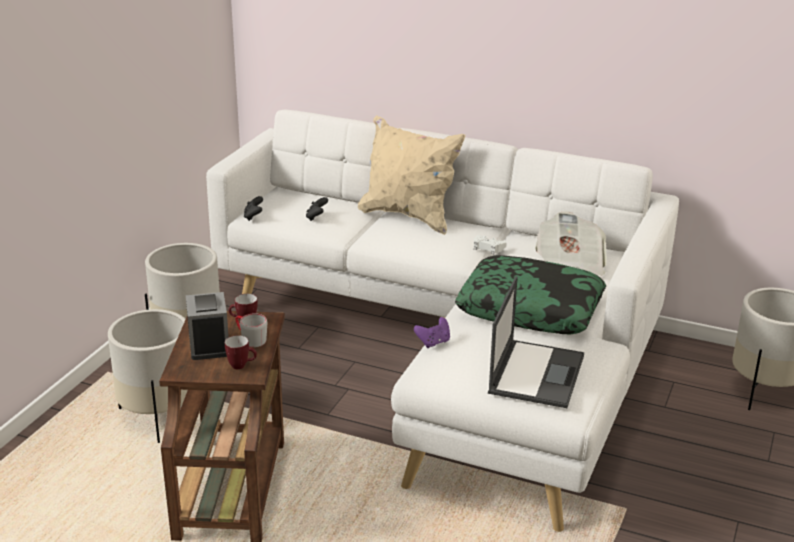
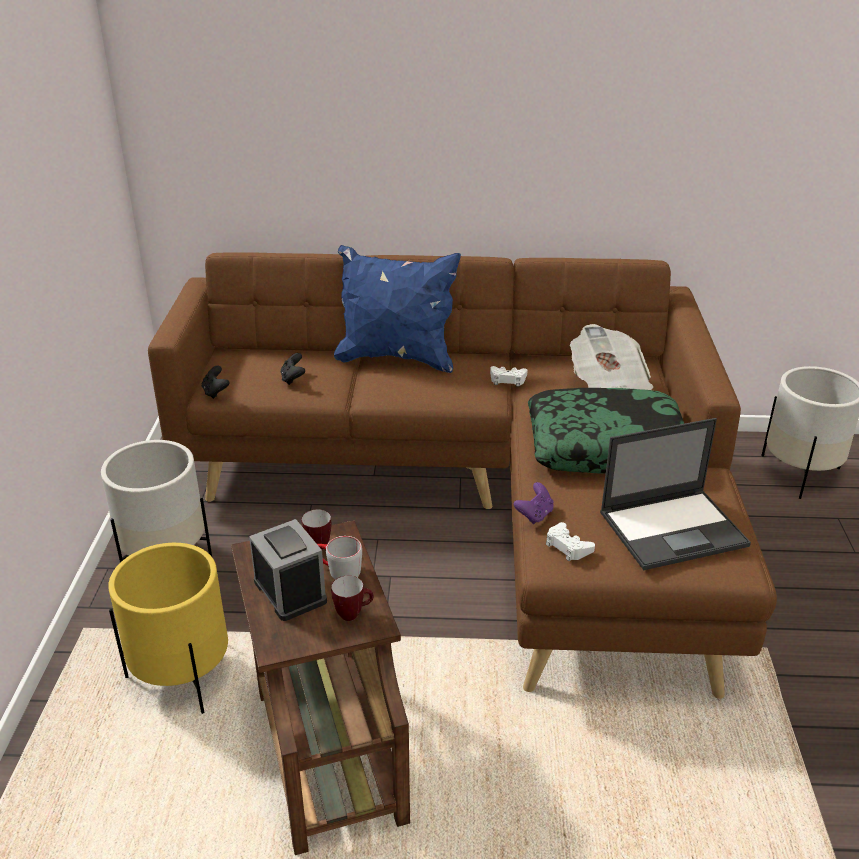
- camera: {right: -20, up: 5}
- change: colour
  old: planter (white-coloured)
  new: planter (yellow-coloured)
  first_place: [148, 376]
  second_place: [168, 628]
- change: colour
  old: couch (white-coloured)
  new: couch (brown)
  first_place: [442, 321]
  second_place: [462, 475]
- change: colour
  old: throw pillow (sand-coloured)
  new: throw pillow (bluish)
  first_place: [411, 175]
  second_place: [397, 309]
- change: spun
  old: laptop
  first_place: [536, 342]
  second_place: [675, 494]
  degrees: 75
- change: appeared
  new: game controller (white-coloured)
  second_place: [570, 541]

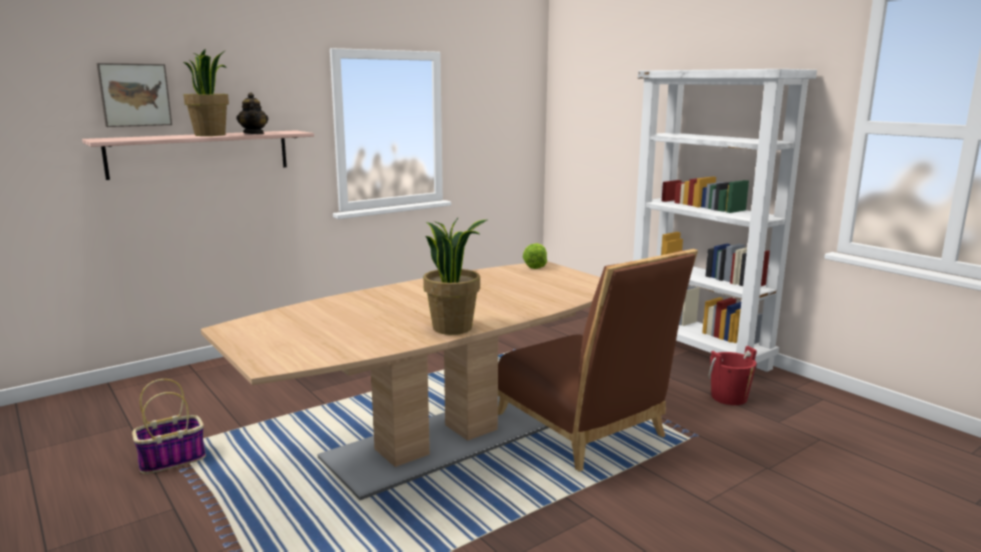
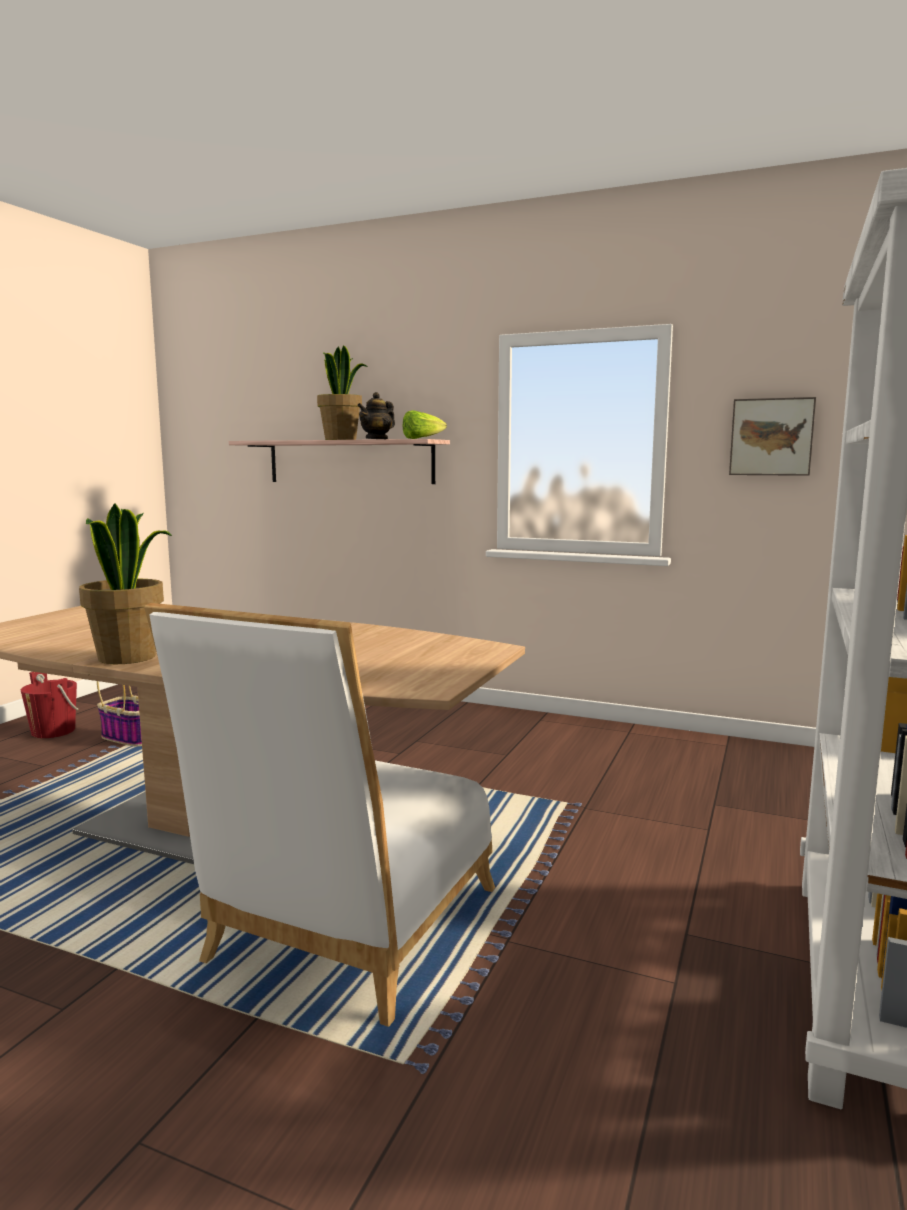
- camera: {right: 60, up: -5}
- change: relocated
  old: wall picture
  first_place: [134, 95]
  second_place: [772, 436]
- change: colour
  old: chair (brown)
  new: chair (white-coloured)
  first_place: [598, 360]
  second_place: [319, 815]
- change: relocated
  old: lettuce head
  first_place: [535, 256]
  second_place: [425, 424]
- change: relocated
  old: pail (reddish)
  first_place: [732, 375]
  second_place: [49, 705]

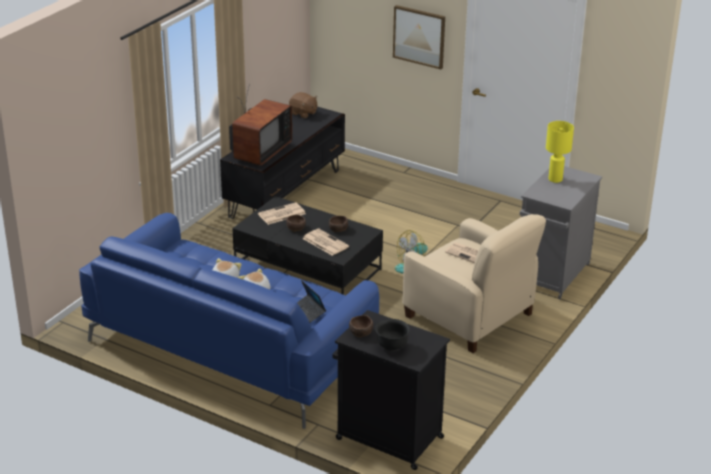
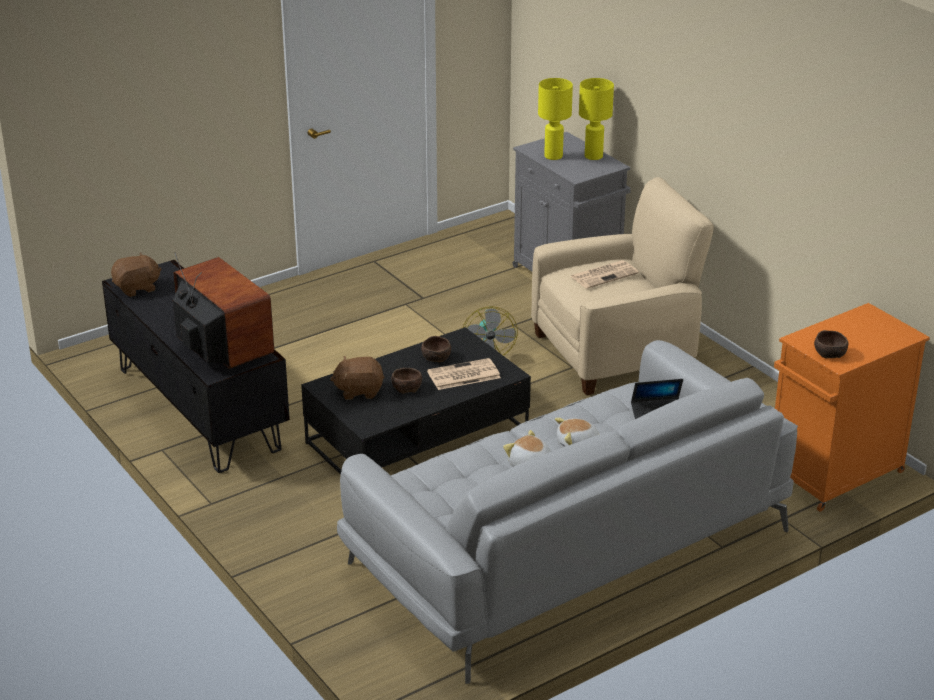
- camera: {right: -65, up: 0}
- change: colour
  old: couch (bluish)
  new: couch (gray)
  first_place: [229, 321]
  second_place: [567, 512]
- change: exchanged
  old: daily paper
  new: plush toy (brown)
  first_place: [282, 213]
  second_place: [357, 378]
- change: colour
  old: cupboard (black)
  new: cupboard (orange)
  first_place: [391, 390]
  second_place: [852, 407]
- change: missing
  old: serving bowl (black)
  first_place: [392, 335]
- change: missing
  old: wall picture
  first_place: [419, 37]
- change: appeared
  new: table lamp (yellow-coloured)
  second_place: [596, 119]

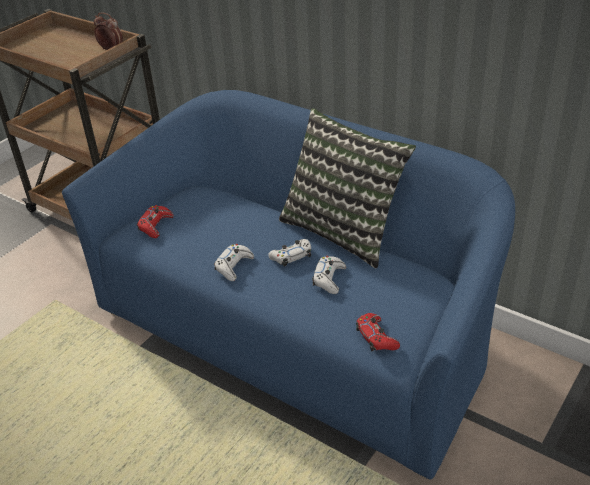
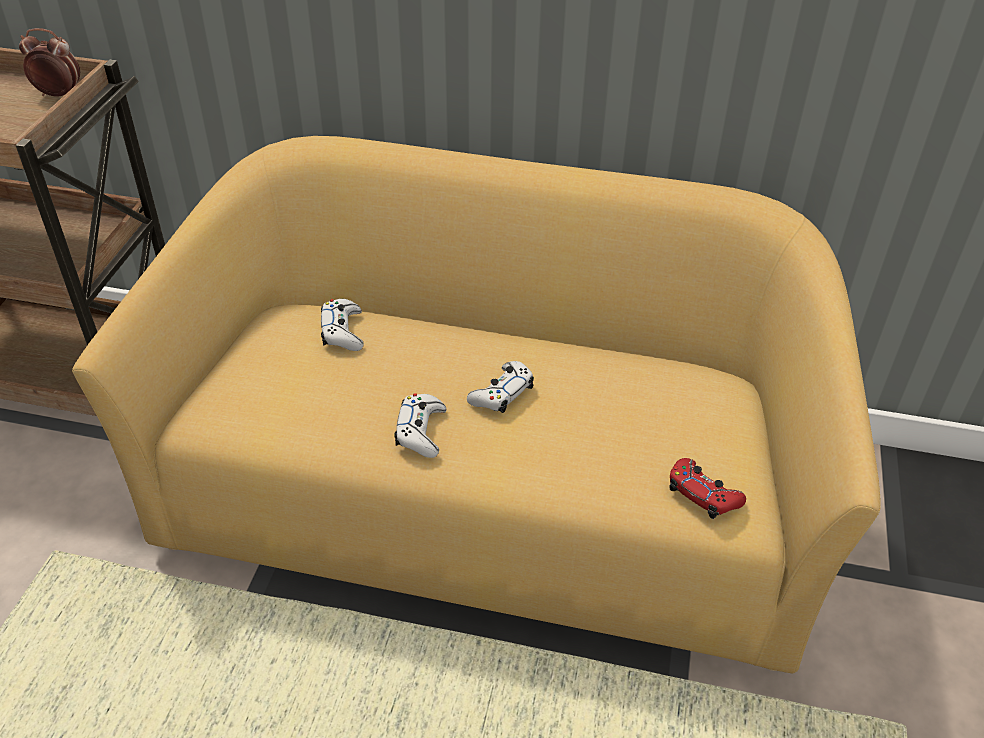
- camera: {right: -25, up: 5}
- change: colour
  old: couch (bluish)
  new: couch (yellow-coloured)
  first_place: [288, 284]
  second_place: [476, 405]
- change: missing
  old: game controller (reddish)
  first_place: [155, 221]
- change: missing
  old: throw pillow
  first_place: [347, 188]
- change: relocated
  old: game controller (white-coloured)
  first_place: [329, 275]
  second_place: [342, 325]

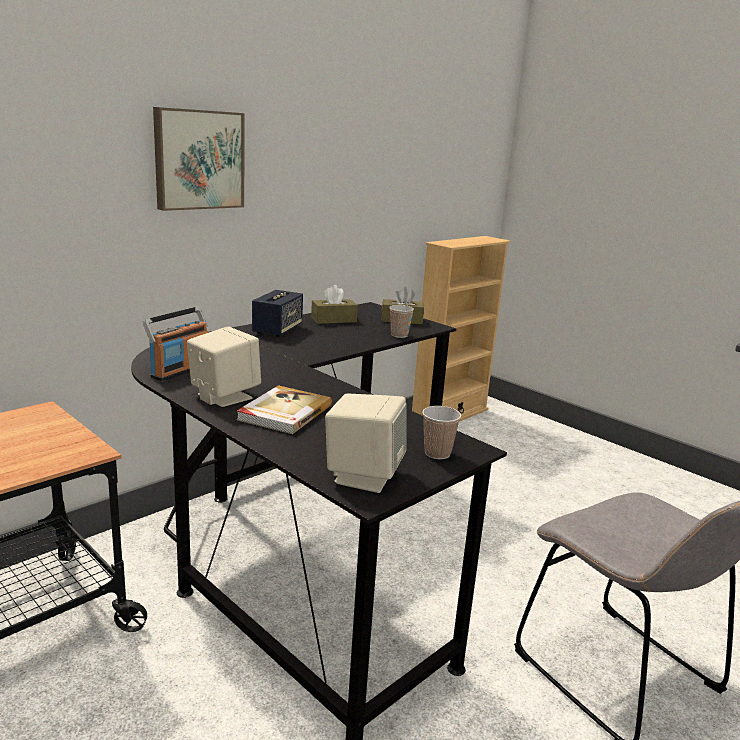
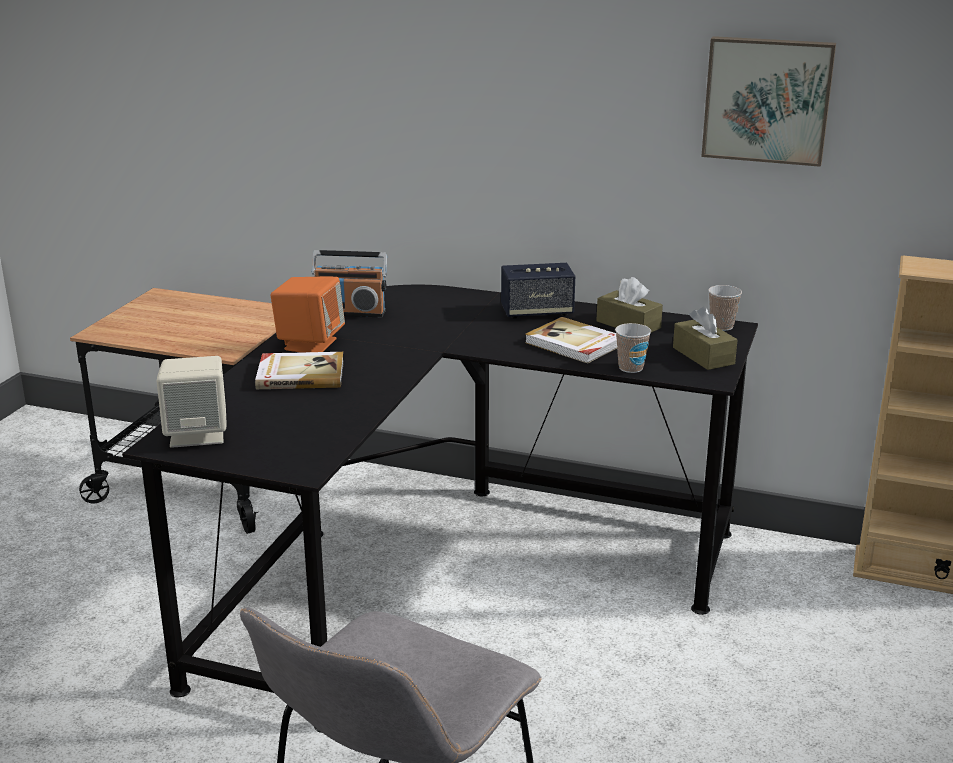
- camera: {right: 65, up: 5}
- change: relocated
  old: wall picture
  first_place: [198, 159]
  second_place: [768, 101]
- change: colour
  old: loudspeaker (sand-coloured)
  new: loudspeaker (orange)
  first_place: [224, 367]
  second_place: [307, 314]
- change: relocated
  old: cup
  first_place: [441, 432]
  second_place: [725, 308]
- change: appeared
  new: bound book
  second_place: [571, 340]

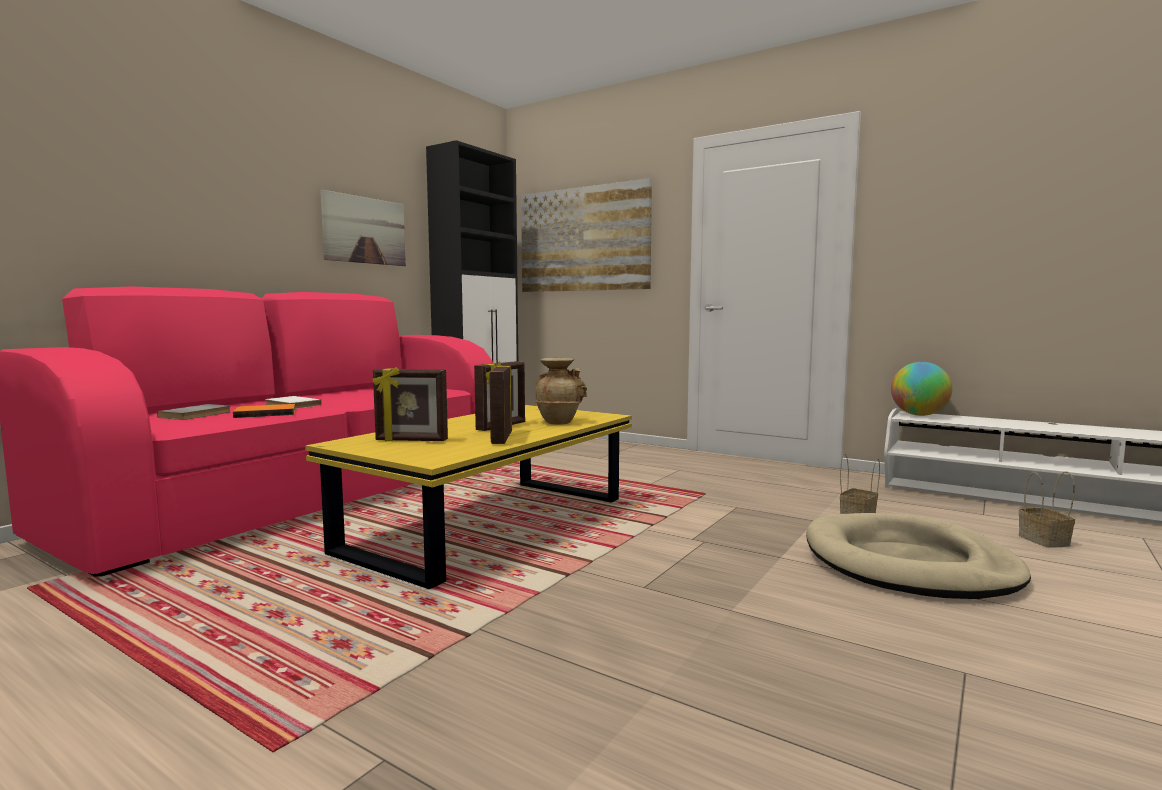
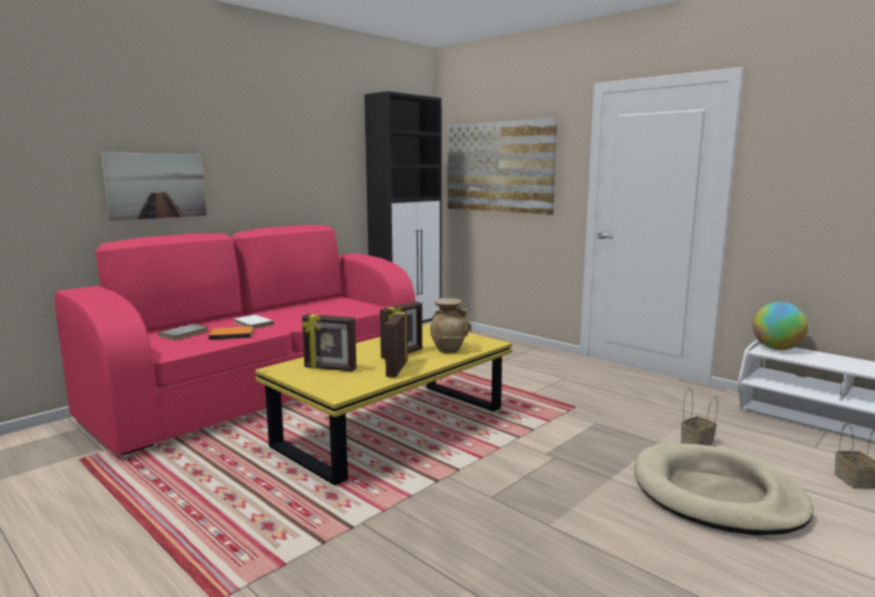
- camera: {right: 10, up: 5}
- change: relocated
  old: wall picture
  first_place: [363, 228]
  second_place: [154, 186]

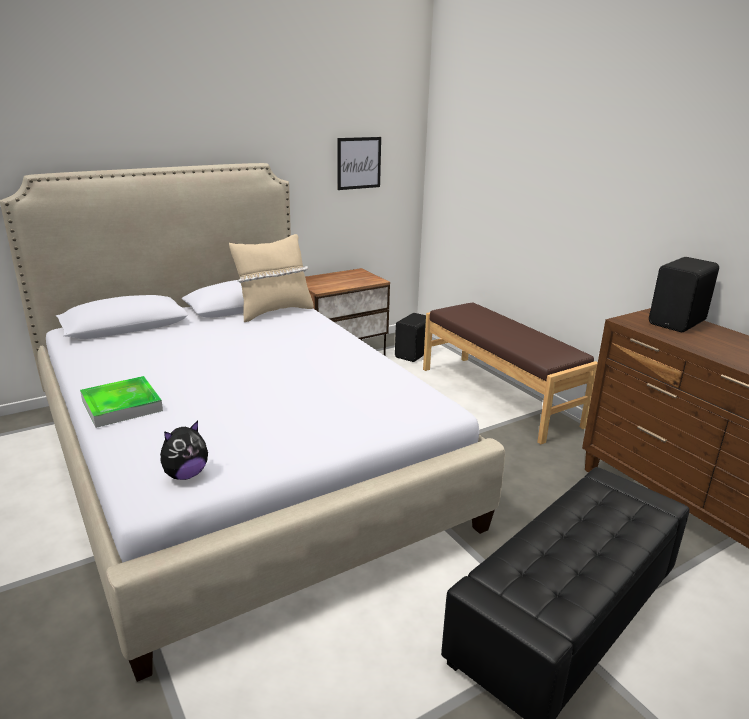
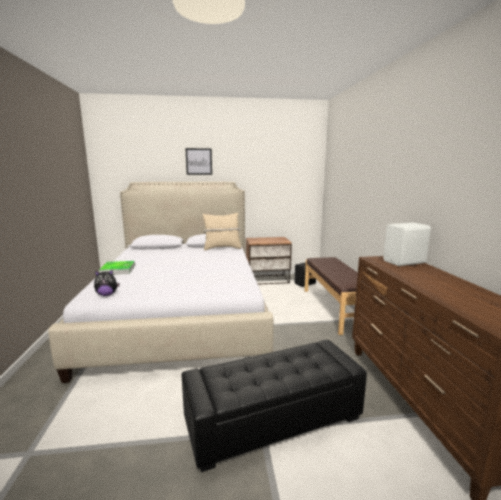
- camera: {right: 25, up: -10}
- change: relocated
  old: wall picture
  first_place: [359, 163]
  second_place: [198, 161]
- change: colour
  old: loudspeaker (black)
  new: loudspeaker (white-coloured)
  first_place: [684, 294]
  second_place: [407, 244]

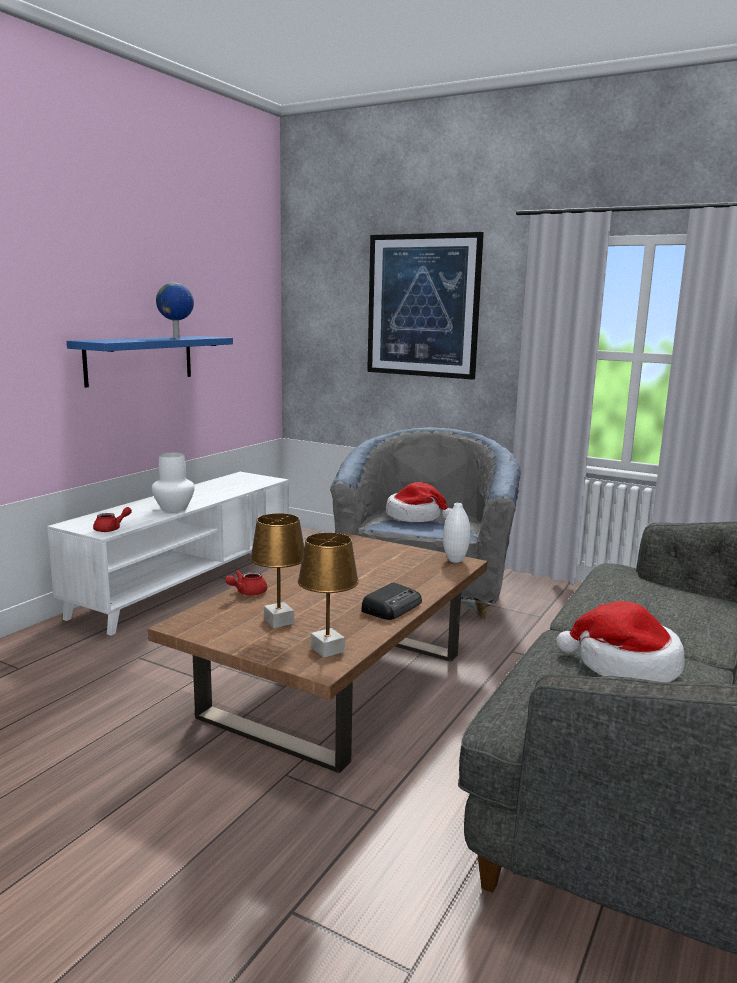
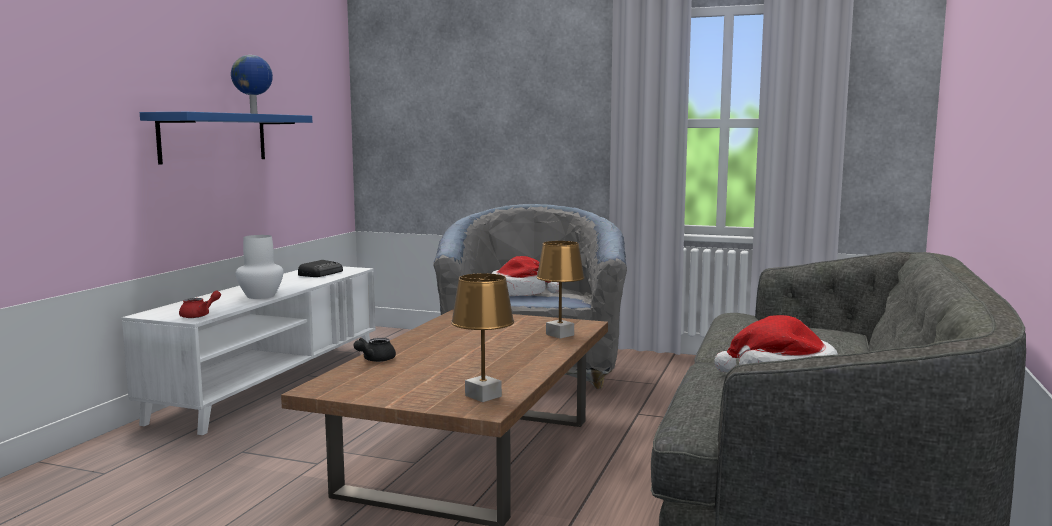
- camera: {right: -10, up: -5}
- change: colour
  old: pot for tea (reddish)
  new: pot for tea (black)
  first_place: [246, 582]
  second_place: [374, 350]
- change: relocated
  old: table lamp (brown)
  first_place: [277, 570]
  second_place: [560, 290]
- change: relocated
  old: radio
  first_place: [391, 601]
  second_place: [320, 268]
- change: missing
  old: wall picture
  first_place: [425, 306]
- change: missing
  old: vase (white-coloured)
  first_place: [456, 533]

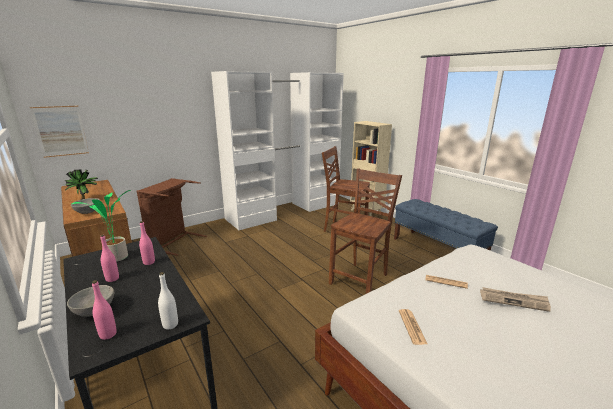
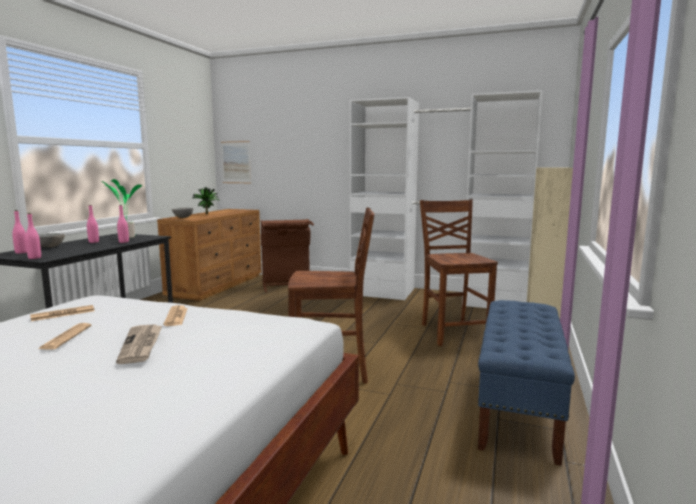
- camera: {right: 55, up: -10}
- change: colour
  old: bottle (white-coloured)
  new: bottle (pink)
  first_place: [168, 301]
  second_place: [33, 236]
- change: appeared
  new: daily paper
  second_place: [65, 336]

